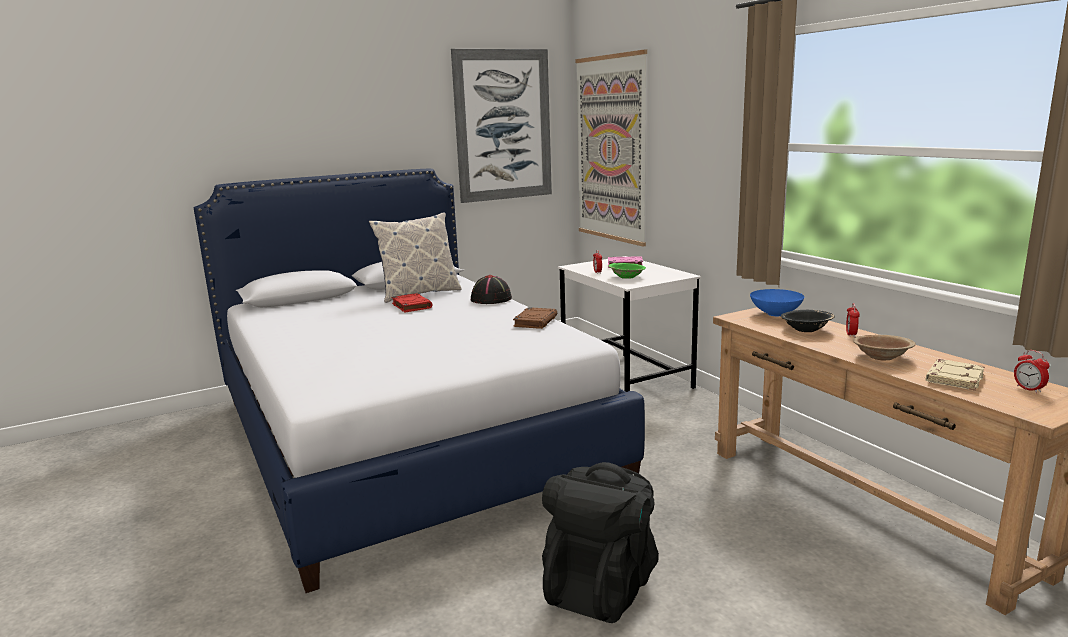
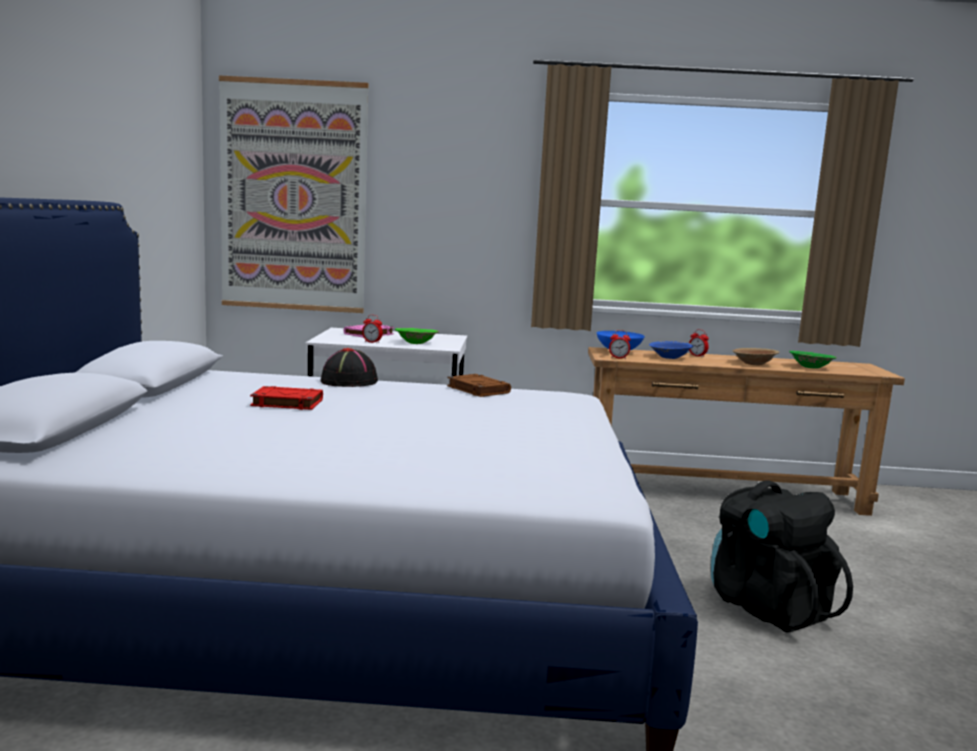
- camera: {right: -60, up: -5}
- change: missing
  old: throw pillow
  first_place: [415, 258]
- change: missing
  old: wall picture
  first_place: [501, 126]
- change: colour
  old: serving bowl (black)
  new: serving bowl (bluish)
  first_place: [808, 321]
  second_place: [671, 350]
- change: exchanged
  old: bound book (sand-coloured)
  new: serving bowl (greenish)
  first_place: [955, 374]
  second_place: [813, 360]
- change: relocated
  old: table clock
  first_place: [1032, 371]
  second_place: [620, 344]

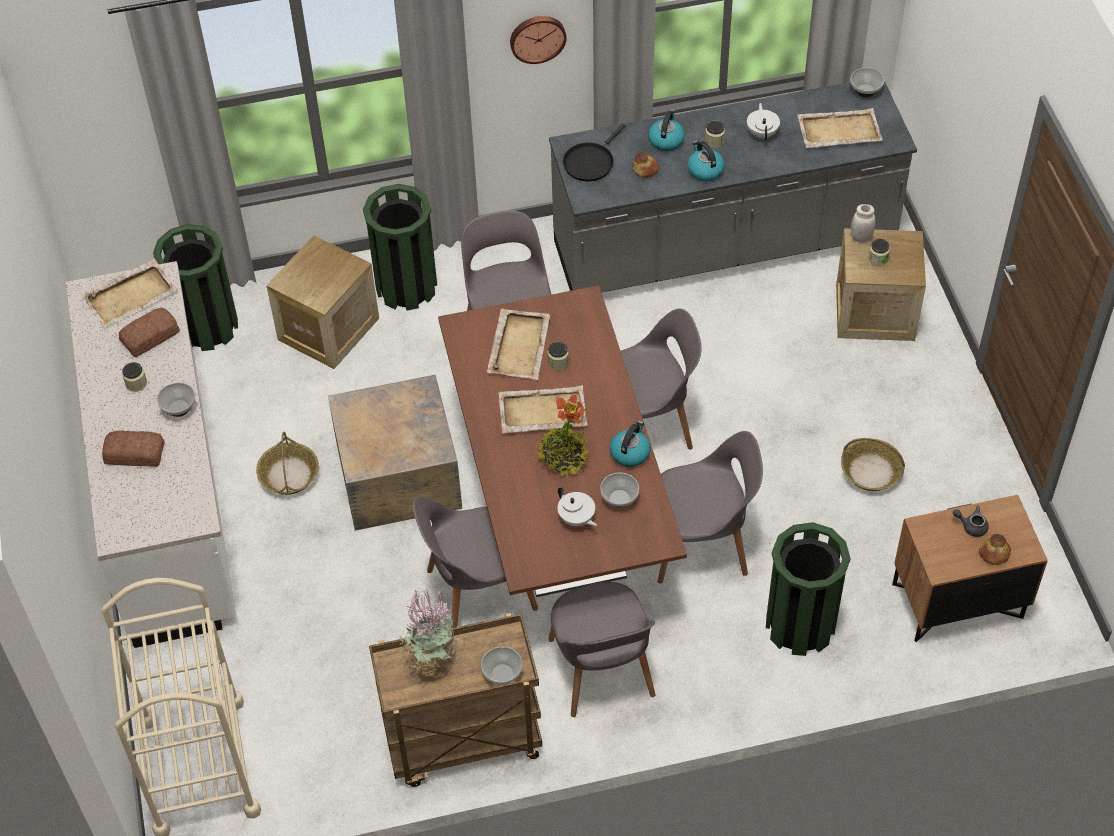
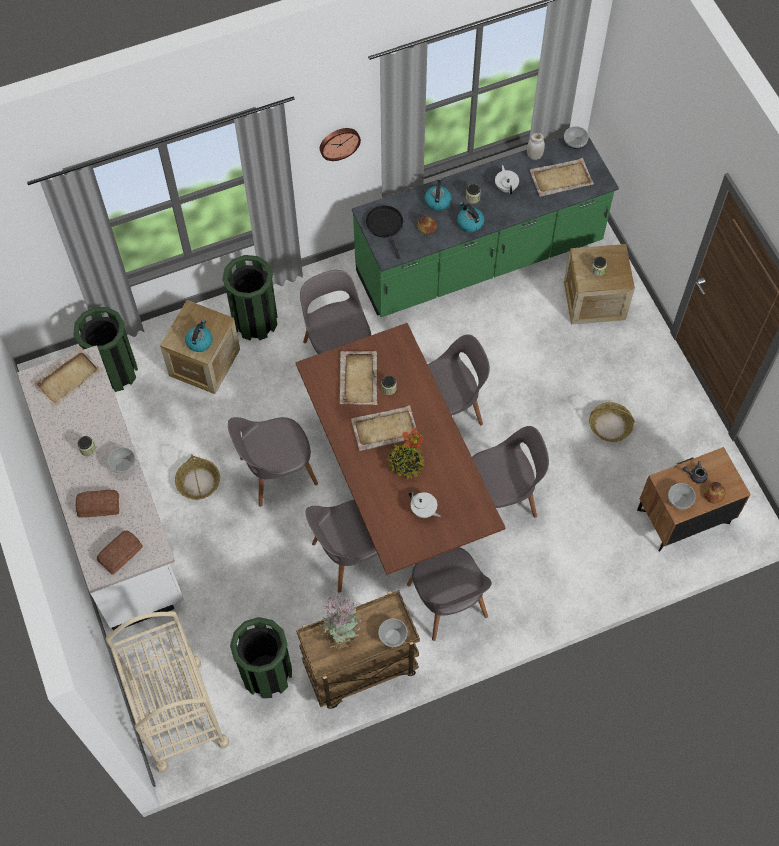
- camera: {right: -10, up: 10}
- change: relocated
  old: bread
  first_place: [149, 332]
  second_place: [120, 552]
- change: exchanged
  old: crate
  new: chair (gray)
  first_place: [395, 452]
  second_place: [273, 462]
- change: colour
  old: kitchen base unit (gray)
  new: kitchen base unit (greenish)
  first_place: [733, 186]
  second_place: [485, 227]
- change: spun
  old: skillet (black)
  first_place: [594, 152]
  second_place: [384, 232]
  degrees: 135
- change: relocated
  old: serving bowl
  first_place: [619, 490]
  second_place: [682, 496]
- change: relocated
  old: tea kettle
  first_place: [630, 443]
  second_place: [199, 336]
- change: relocated
  old: rubbish bin (greenish)
  first_place: [808, 589]
  second_place: [261, 657]
- change: relocated
  old: storage jar (white-coloured)
  first_place: [863, 223]
  second_place: [536, 146]

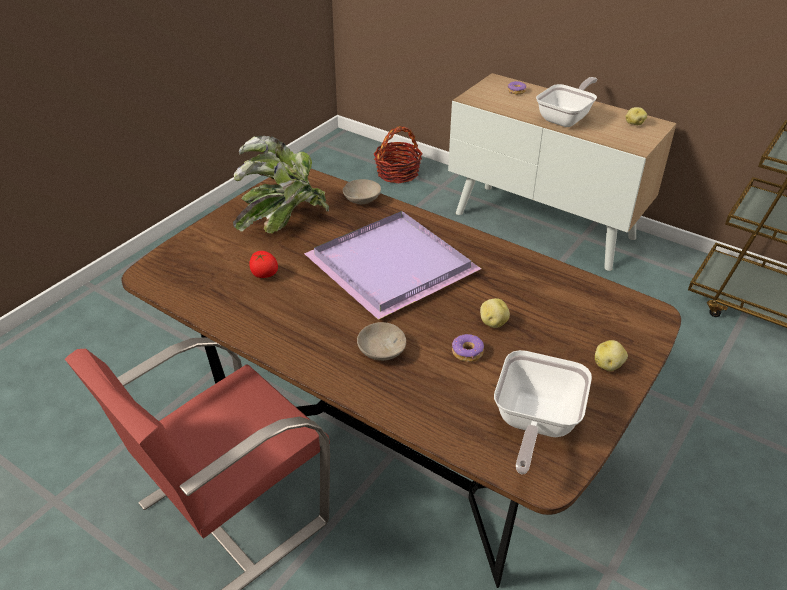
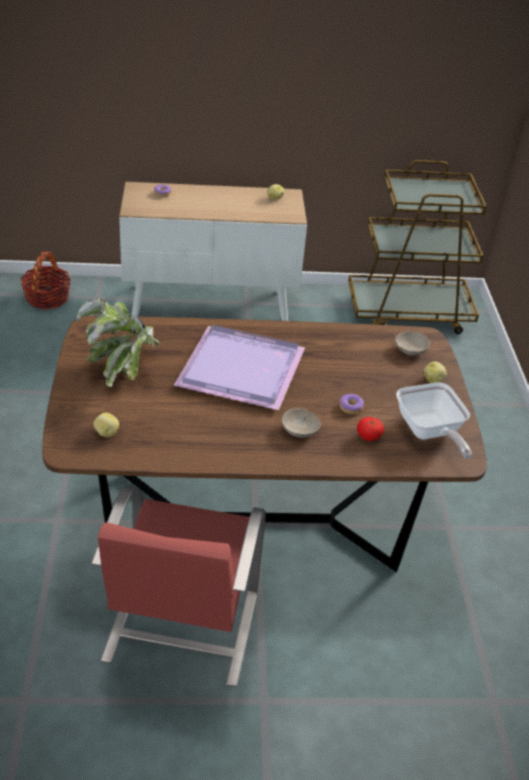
- camera: {right: -40, up: 0}
- change: relocated
  old: whole tomato
  first_place: [263, 264]
  second_place: [370, 429]
- change: relocated
  old: serving bowl (sand-coloured)
  first_place: [362, 191]
  second_place: [412, 343]
- change: relocated
  old: potato
  first_place: [495, 313]
  second_place: [106, 424]
- change: missing
  old: skillet
  first_place: [566, 102]

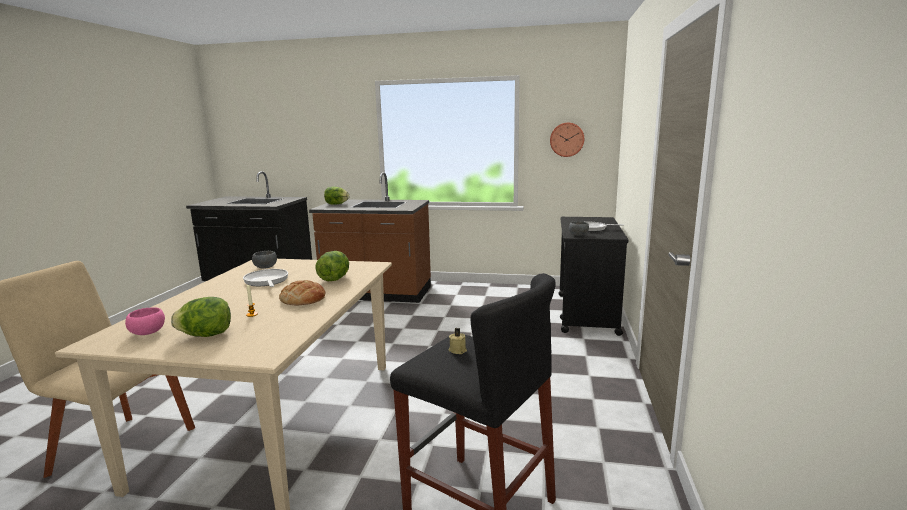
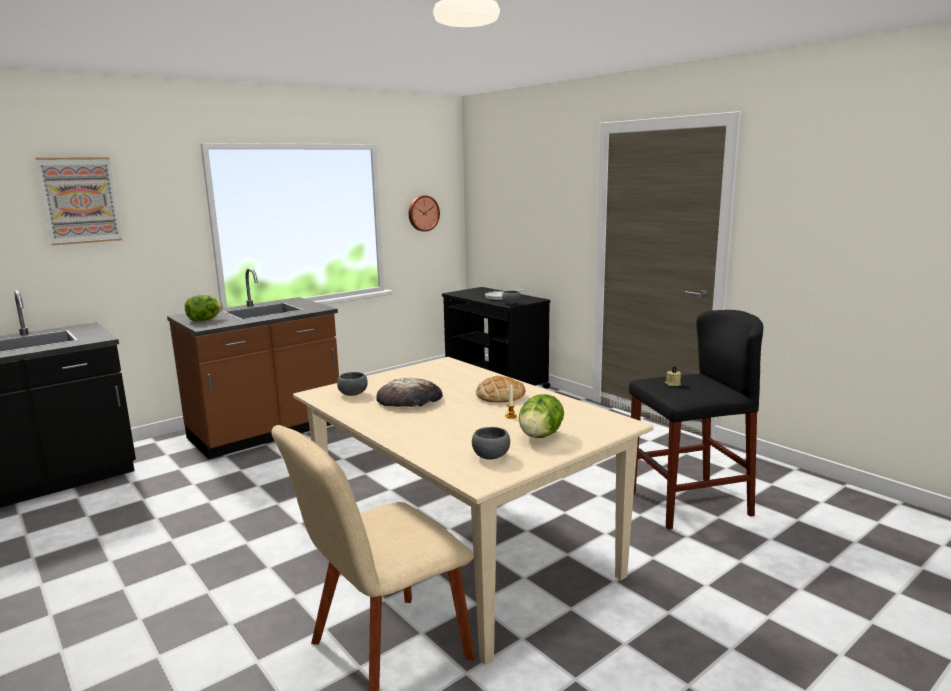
- camera: {right: -50, up: 0}
- change: colour
  old: serving bowl (pink)
  new: serving bowl (gray)
  first_place: [145, 321]
  second_place: [491, 443]
- change: exchanged
  old: skillet
  new: bread
  first_place: [265, 278]
  second_place: [409, 392]
- change: missing
  old: lettuce head
  first_place: [332, 266]
- change: appeared
  new: wall picture
  second_place: [79, 201]

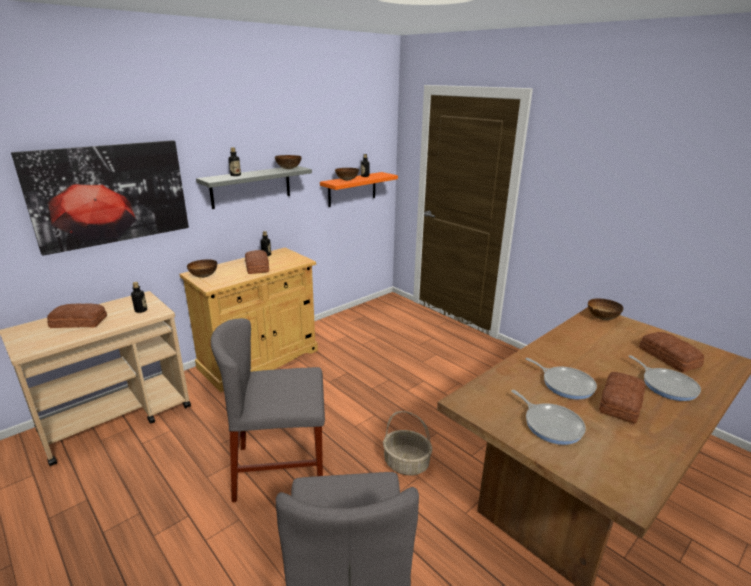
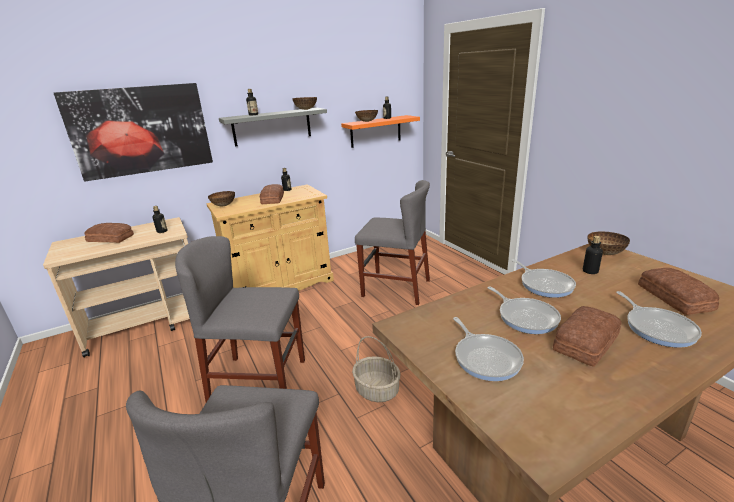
- camera: {right: 15, up: 0}
- change: appeared
  new: chair (gray)
  second_place: [392, 242]
- change: appeared
  new: skillet
  second_place: [544, 278]
- change: appeared
  new: bottle
  second_place: [593, 255]

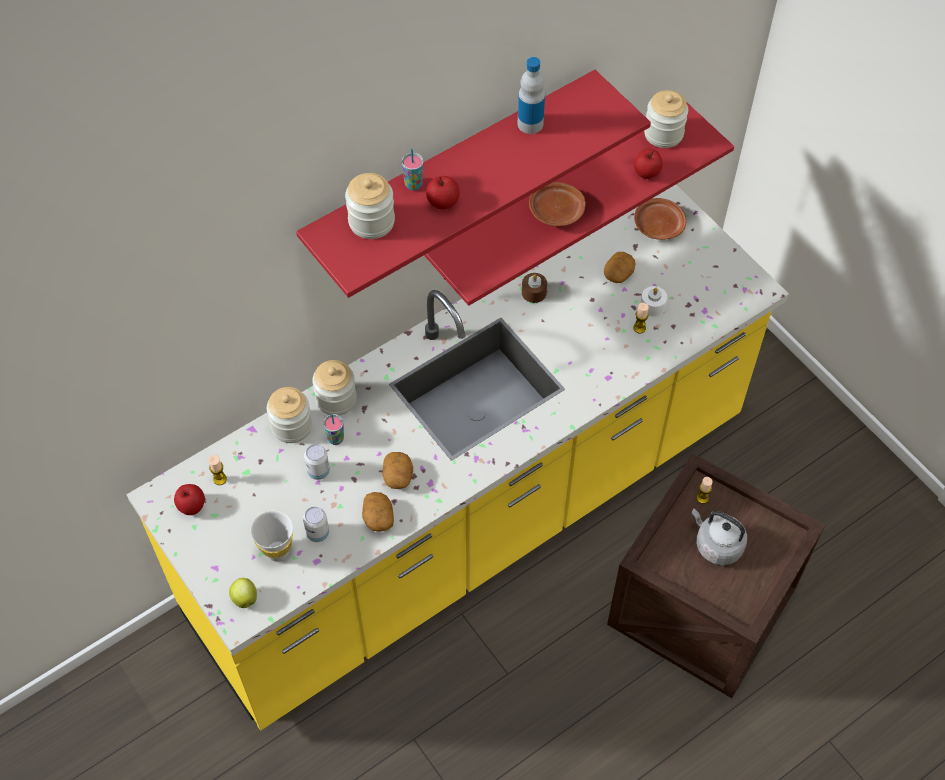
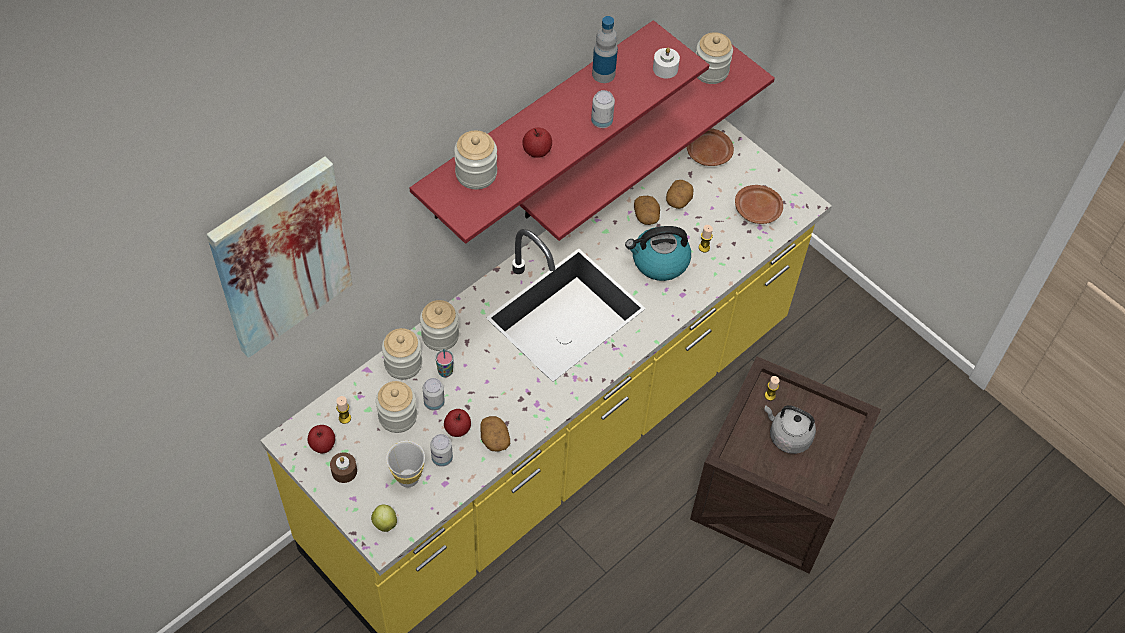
- camera: {right: -10, up: 0}
- change: relocated
  old: potato
  first_place: [398, 470]
  second_place: [647, 210]
- change: missing
  old: cup
  first_place: [413, 169]
- change: relocated
  old: wax light (brown)
  first_place: [534, 288]
  second_place: [343, 467]
- change: relocated
  old: flat dish (brown)
  first_place: [557, 204]
  second_place: [759, 204]
- change: relocated
  old: whole apple
  first_place: [648, 164]
  second_place: [457, 423]
- change: relocated
  old: wax light (white-coloured)
  first_place: [654, 301]
  second_place: [666, 63]
- change: appeared
  new: wall picture
  second_place: [279, 257]
- change: appeared
  new: storage jar
  second_place: [396, 407]
- change: appeared
  new: sealed can
  second_place: [603, 109]
- change: appeared
  new: tea kettle
  second_place: [658, 253]

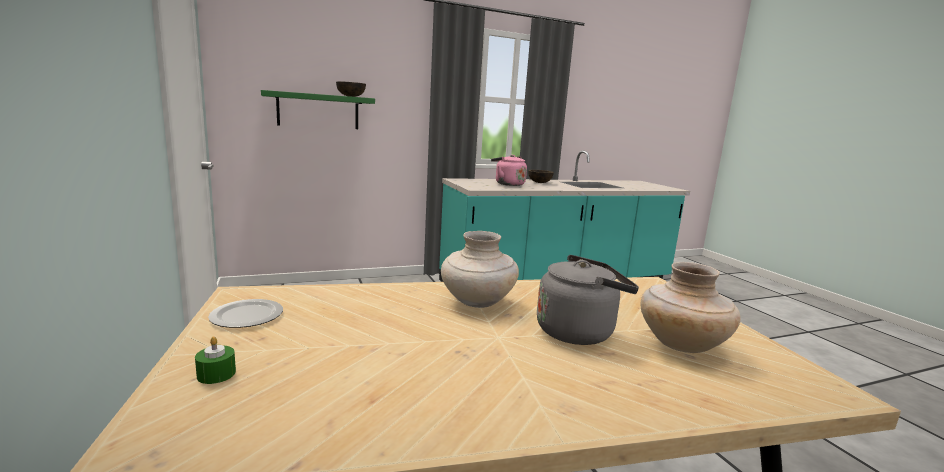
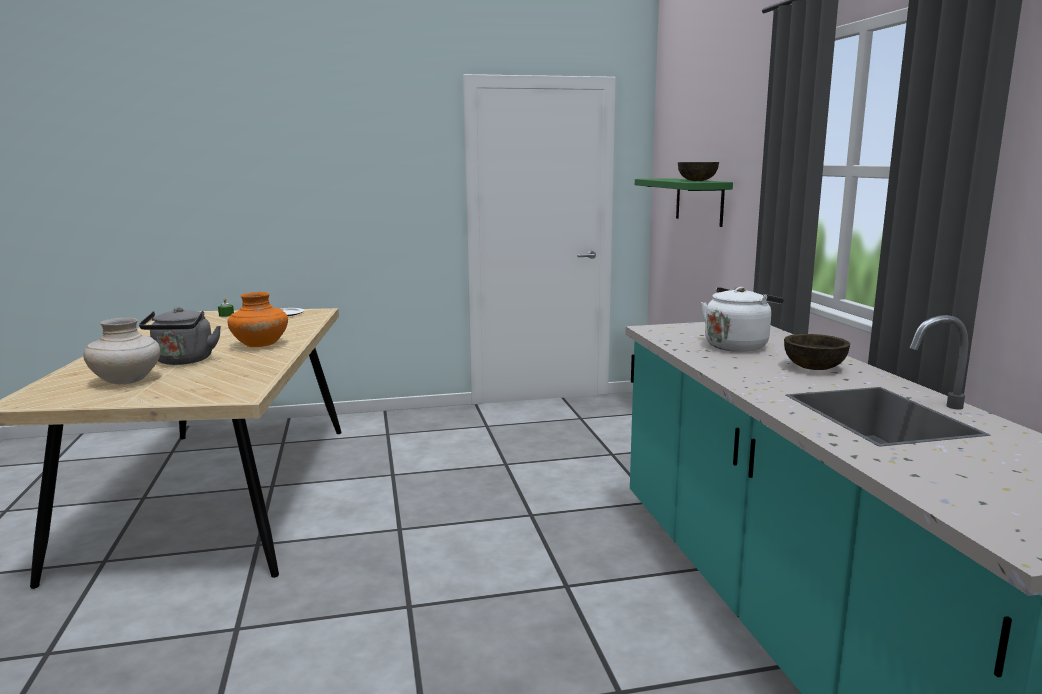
- camera: {right: 100, up: 0}
- change: colour
  old: vase (sand-coloured)
  new: vase (orange)
  first_place: [480, 269]
  second_place: [257, 319]
- change: colour
  old: tea kettle (pink)
  new: tea kettle (white-coloured)
  first_place: [509, 170]
  second_place: [742, 319]

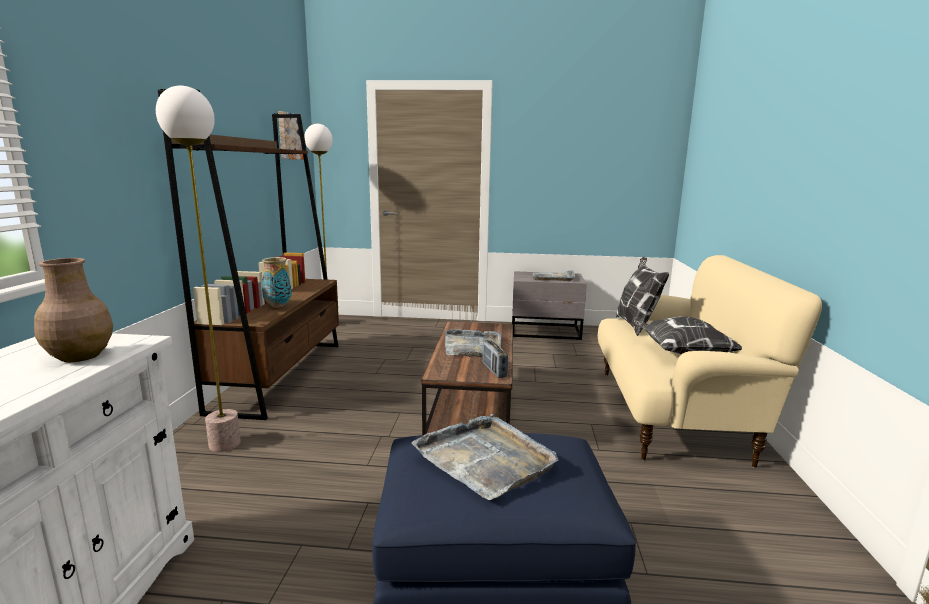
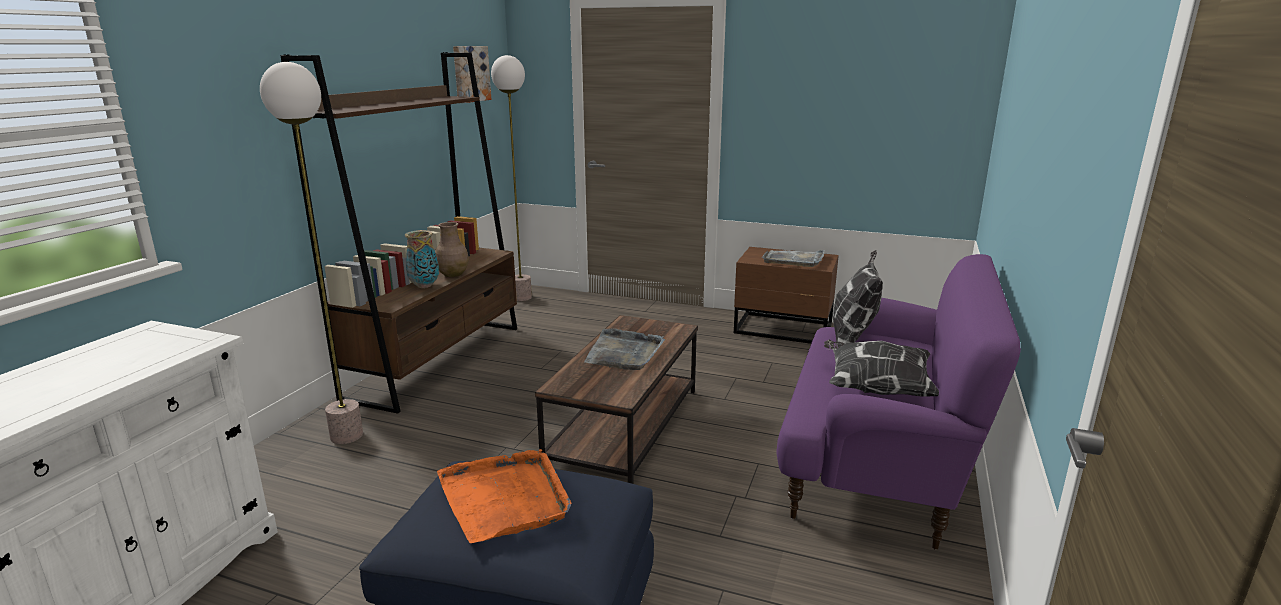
- camera: {right: 15, up: 5}
- change: relocated
  old: vase (brown)
  first_place: [73, 310]
  second_place: [452, 249]
- change: colour
  old: serving tray (gray)
  new: serving tray (orange)
  first_place: [485, 457]
  second_place: [504, 496]
- change: missing
  old: radio
  first_place: [495, 359]
- change: colour
  old: night table (gray)
  new: night table (brown)
  first_place: [549, 305]
  second_place: [786, 295]
- change: colour
  old: couch (sand-coloured)
  new: couch (purple-coloured)
  first_place: [709, 361]
  second_place: [898, 402]

